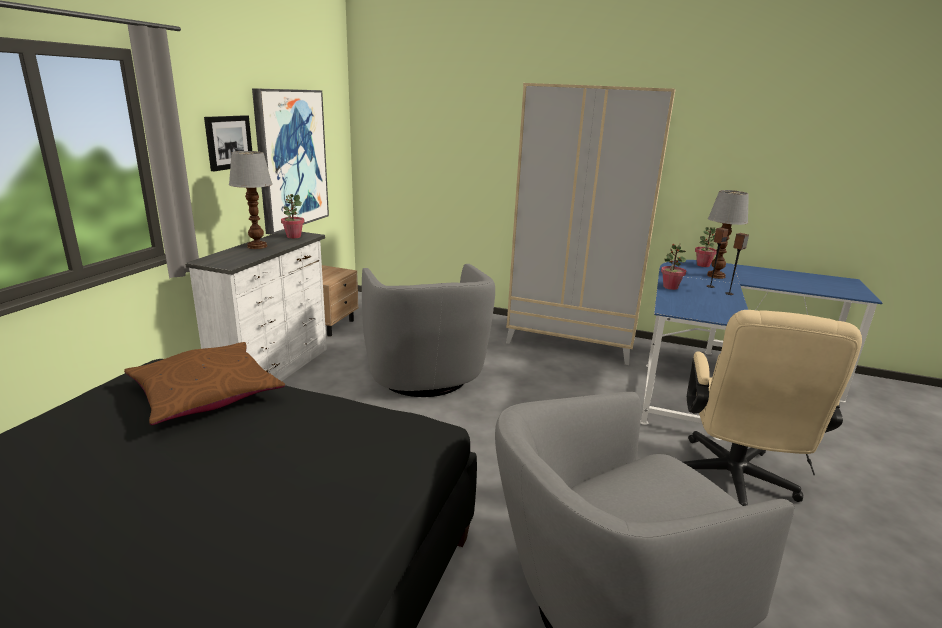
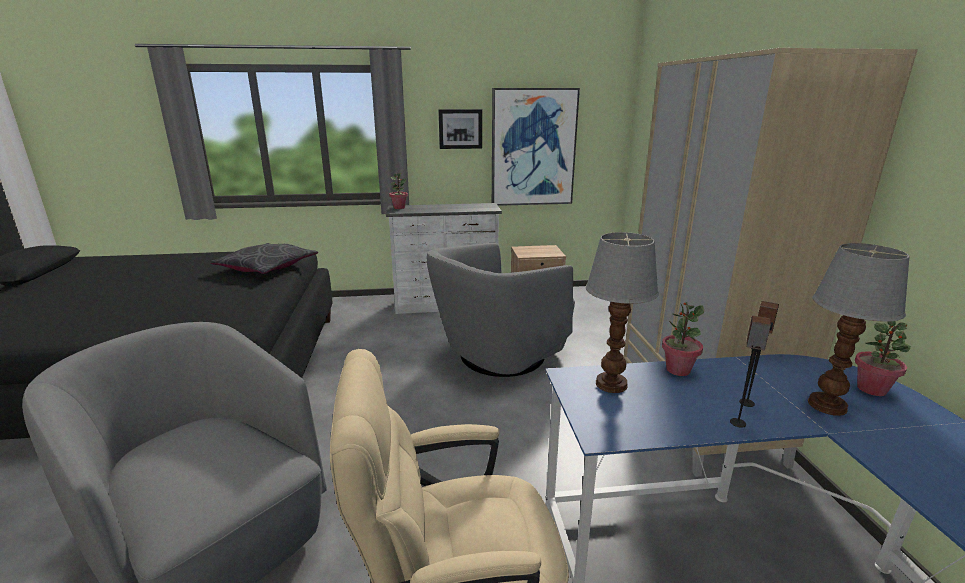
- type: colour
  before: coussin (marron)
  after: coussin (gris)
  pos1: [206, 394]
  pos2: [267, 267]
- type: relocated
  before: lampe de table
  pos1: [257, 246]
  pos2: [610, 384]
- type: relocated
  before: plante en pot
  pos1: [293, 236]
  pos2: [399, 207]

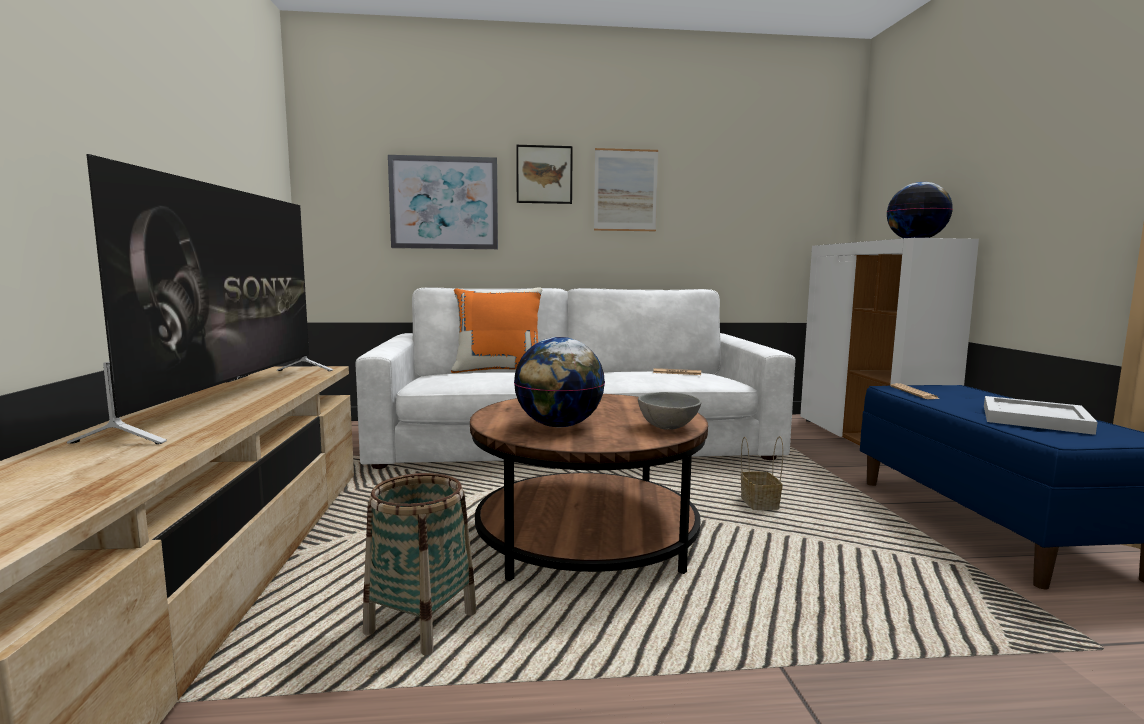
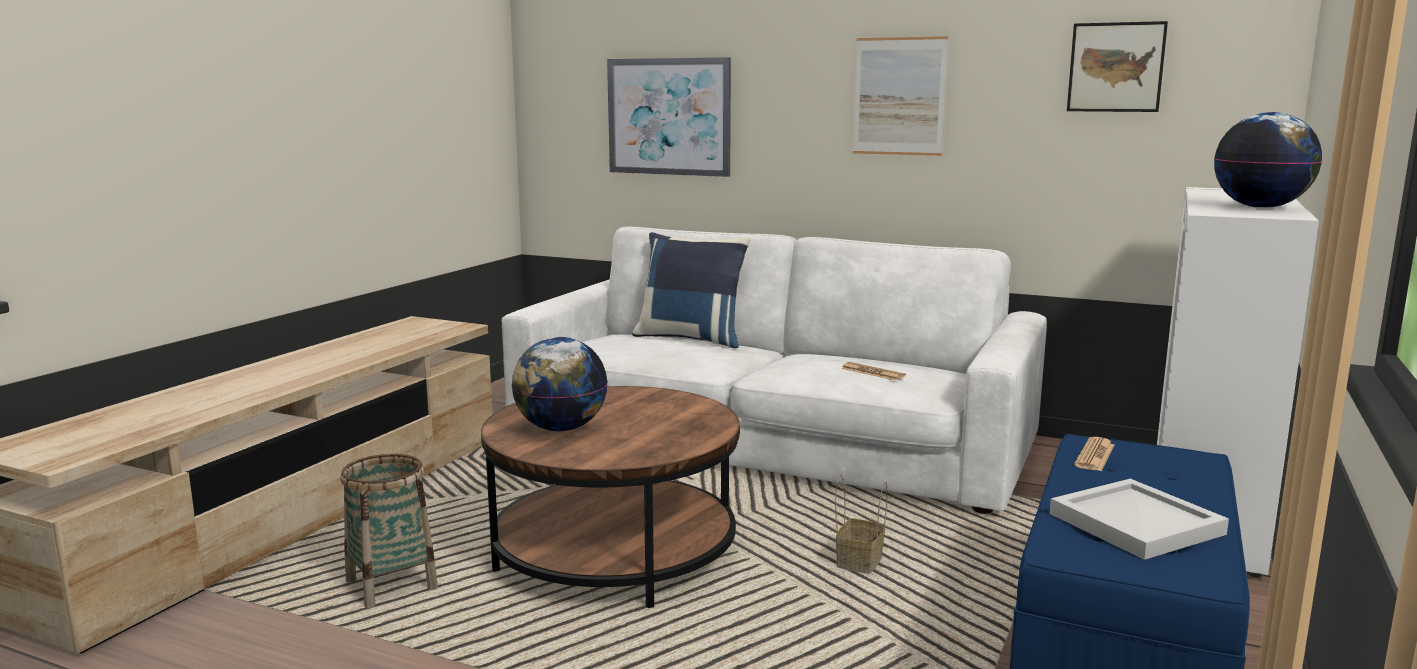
- type: missing
  before: téléviseur
  pos1: [235, 397]
- type: colour
  before: coussin (orange)
  after: coussin (bleu)
  pos1: [499, 370]
  pos2: [692, 338]
- type: relocated
  before: tableau
  pos1: [544, 174]
  pos2: [1116, 67]
- type: missing
  before: bol (gris)
  pos1: [669, 427]

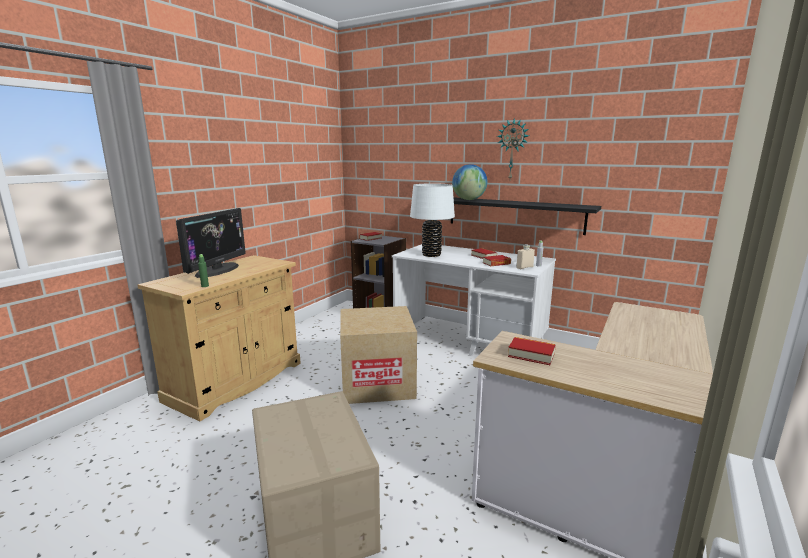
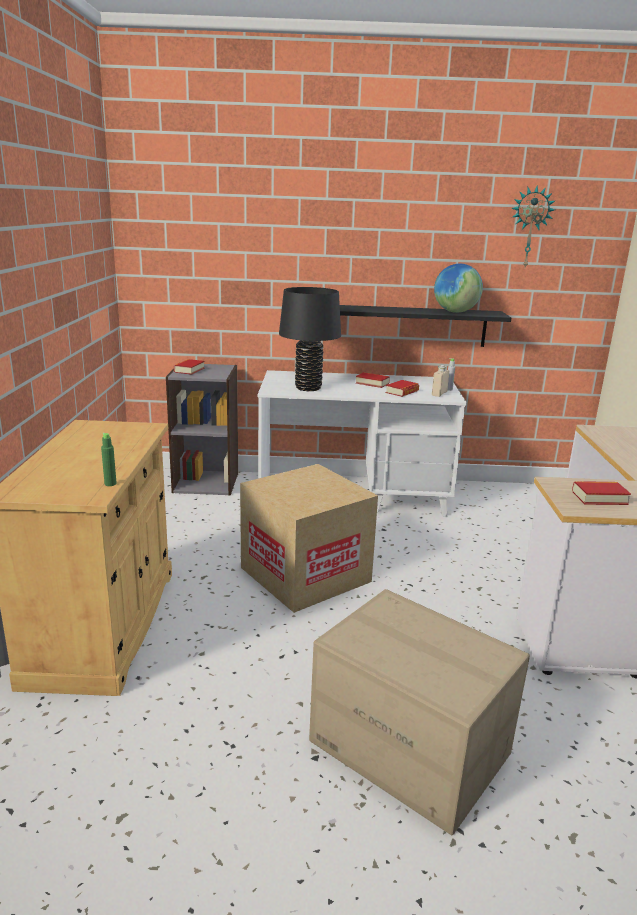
- type: missing
  before: écran d'ordinateur
  pos1: [217, 270]
- type: colour
  before: lampe de table (blanc)
  after: lampe de table (noir)
  pos1: [431, 255]
  pos2: [308, 388]
- type: relocated
  before: globe
  pos1: [469, 200]
  pos2: [455, 312]
- type: relocated
  before: horloge murale
  pos1: [512, 150]
  pos2: [529, 227]

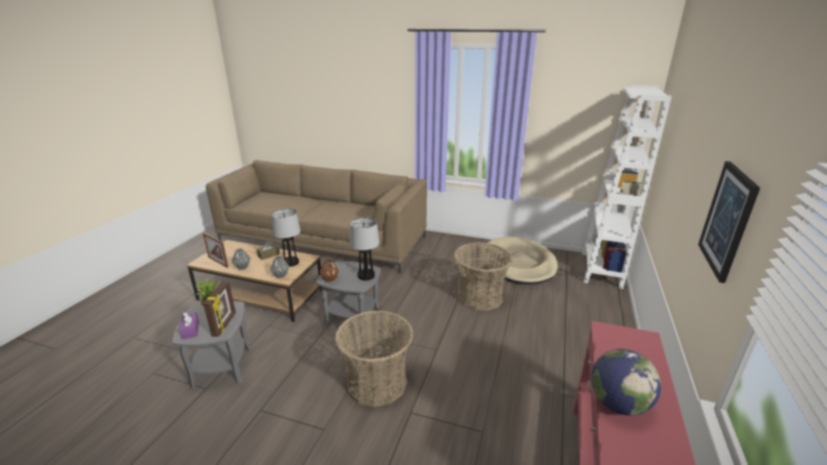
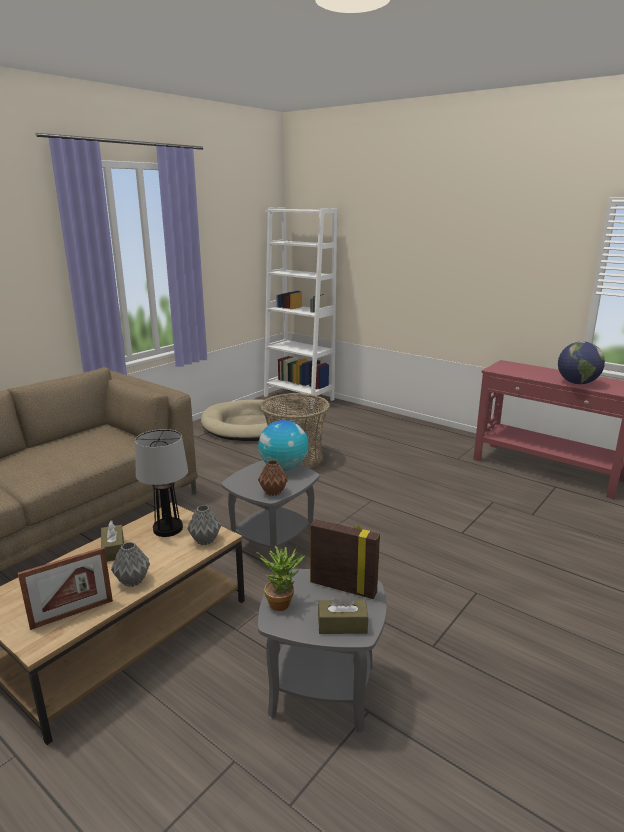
- type: colour
  before: boîte à mouchoirs (violet)
  after: boîte à mouchoirs (marron)
  pos1: [190, 330]
  pos2: [342, 625]
- type: missing
  before: panier
  pos1: [376, 383]
- type: exchanged
  before: lampe de table
  after: globe
  pos1: [366, 275]
  pos2: [284, 467]
- type: missing
  before: tableau
  pos1: [727, 220]

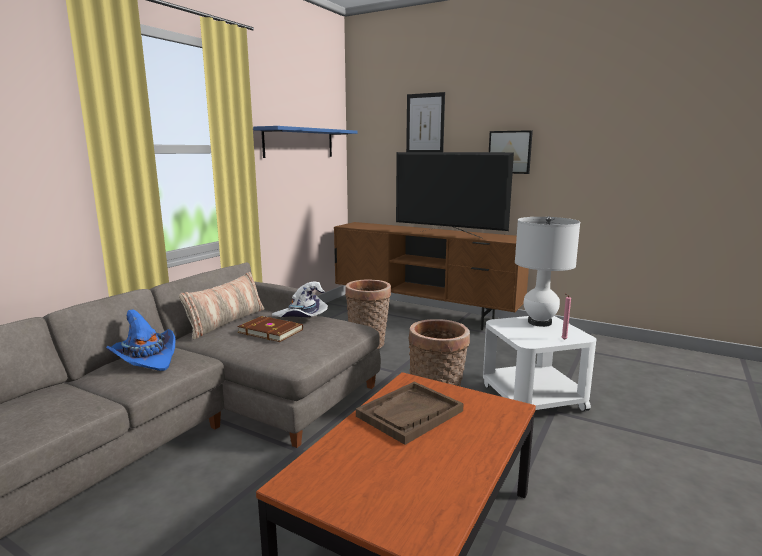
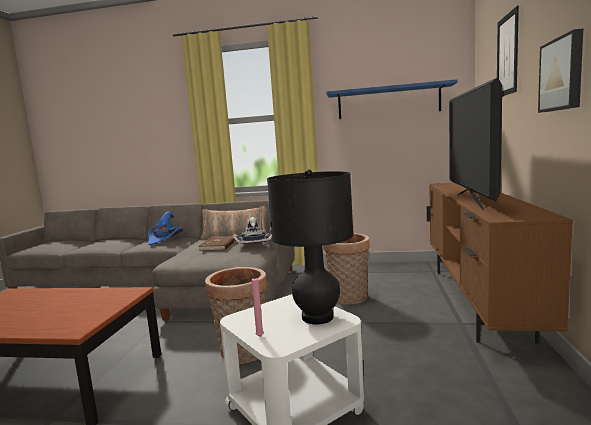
- type: missing
  before: plateau (marron)
  pos1: [409, 414]
- type: colour
  before: lampe de table (blanc)
  after: lampe de table (noir)
  pos1: [539, 322]
  pos2: [317, 317]

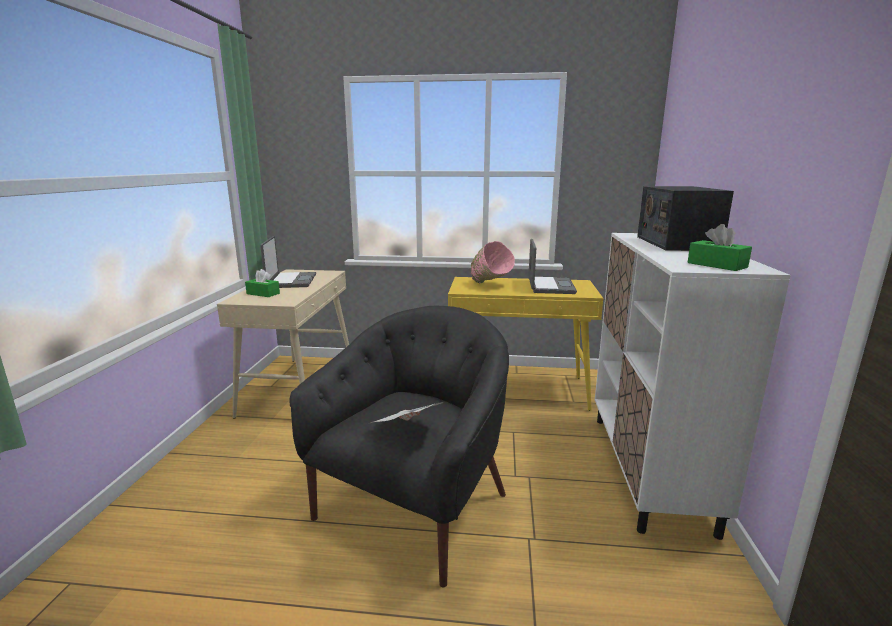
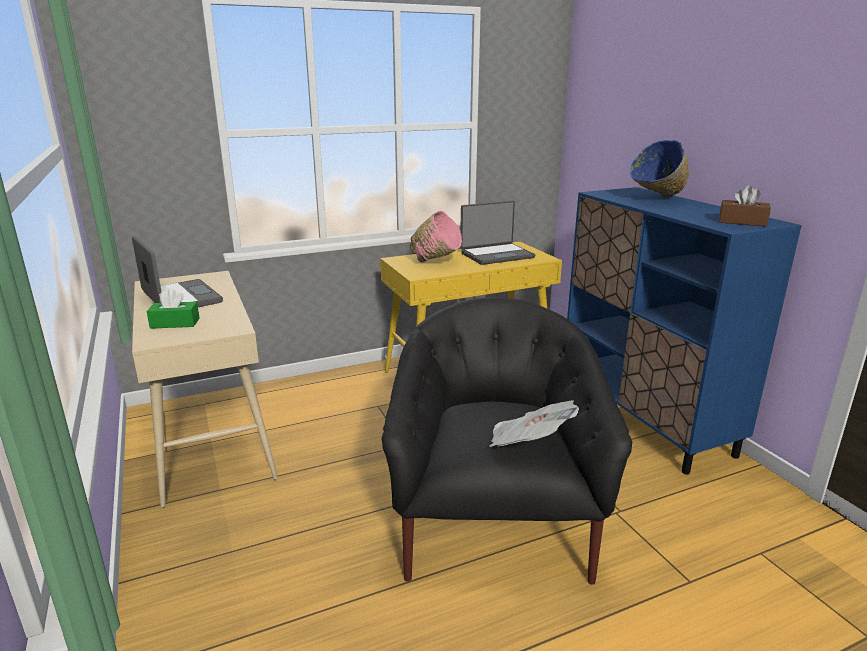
- type: spun
  before: ordinateur portable
  pos1: [549, 286]
  pos2: [496, 255]
  turn: 90
- type: colour
  before: meuble de rangement (blanc)
  after: meuble de rangement (bleu)
  pos1: [648, 469]
  pos2: [645, 418]
- type: exchanged
  before: radio
  after: bol (bleu)
  pos1: [676, 243]
  pos2: [659, 200]
- type: colour
  before: boîte à mouchoirs (vert)
  after: boîte à mouchoirs (marron)
  pos1: [717, 265]
  pos2: [742, 222]

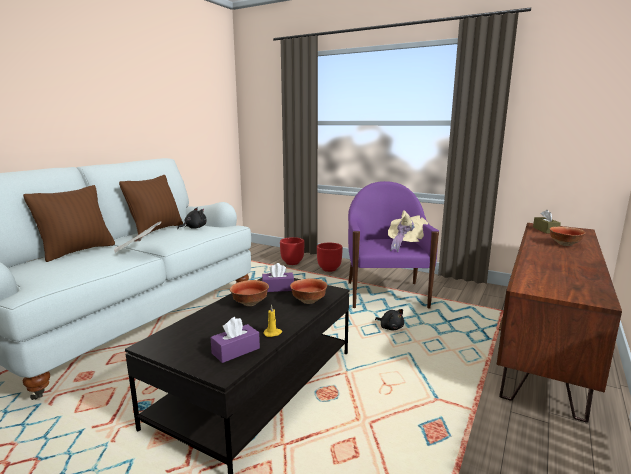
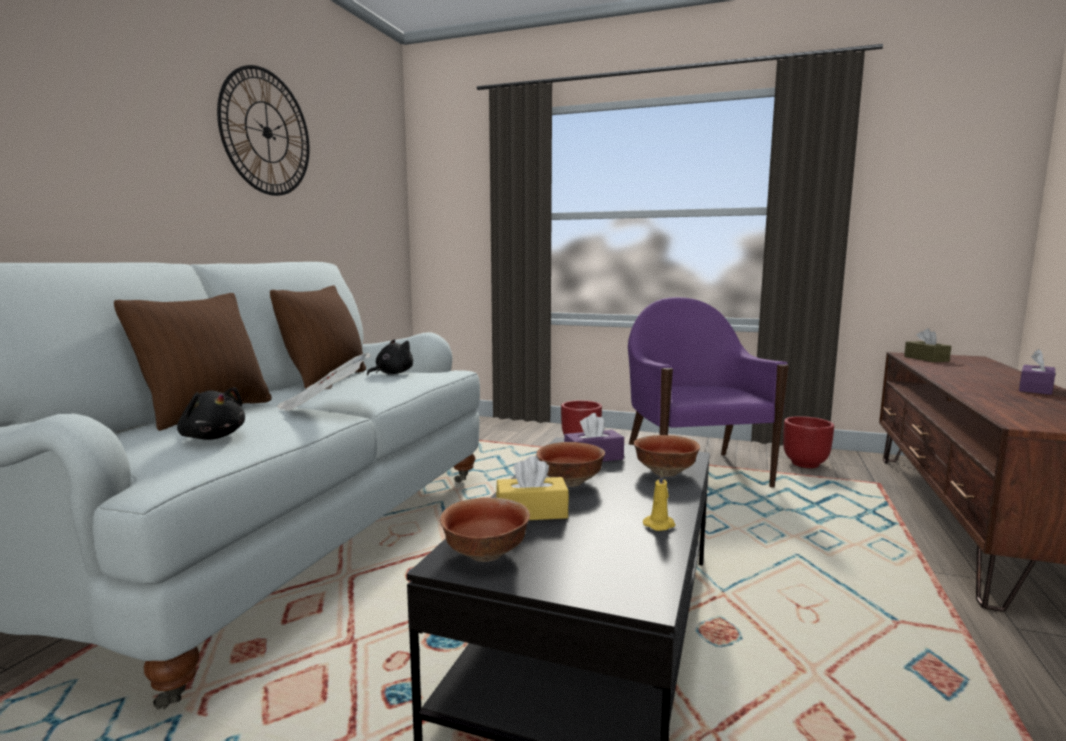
- type: relocated
  before: boîte à mouchoirs (violet)
  pos1: [236, 351]
  pos2: [1035, 389]
- type: relocated
  before: cache-pot (rouge)
  pos1: [292, 263]
  pos2: [805, 464]
- type: relocated
  before: peluche (noir)
  pos1: [390, 327]
  pos2: [212, 437]
- type: missing
  before: chapeau (beige)
  pos1: [404, 244]
- type: relocated
  before: bol
  pos1: [565, 244]
  pos2: [487, 555]
- type: appeared
  after: horloge murale
  pos2: [267, 132]
- type: appeared
  after: boîte à mouchoirs (jaune)
  pos2: [531, 512]

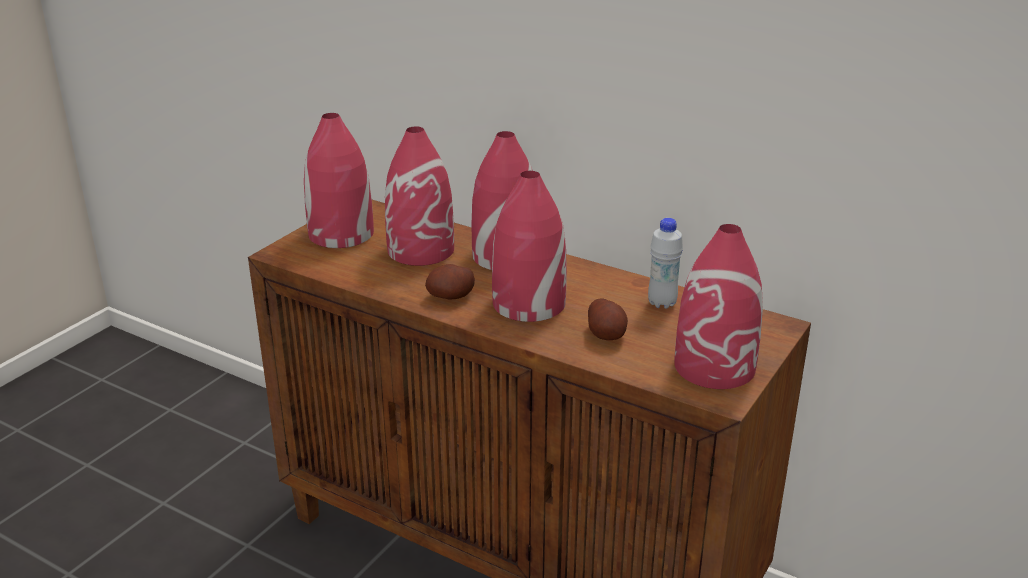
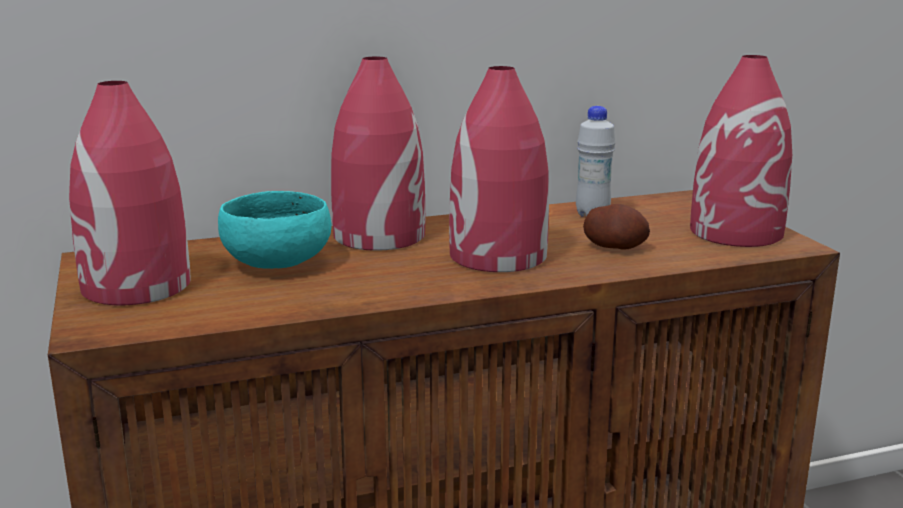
- type: exchanged
  before: vase (rouge)
  after: bol (turquoise)
  pos1: [421, 250]
  pos2: [278, 263]
- type: missing
  before: pomme de terre
  pos1: [451, 296]

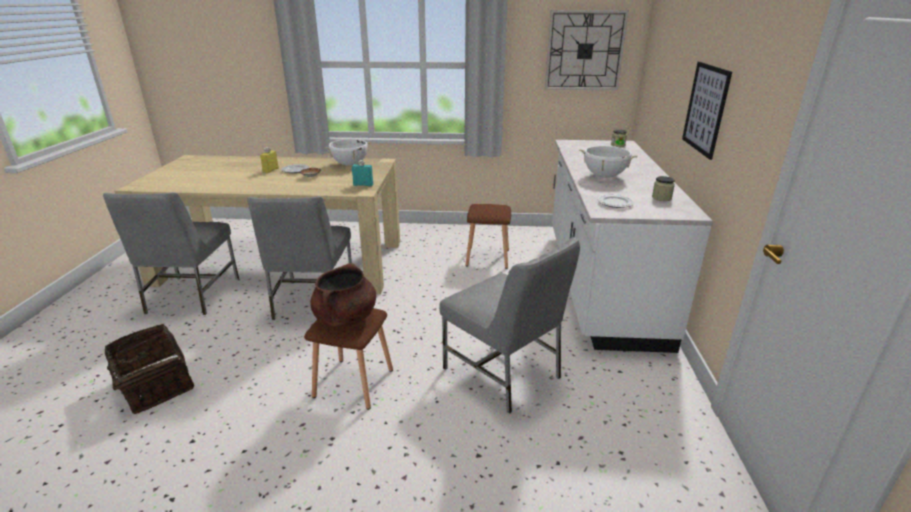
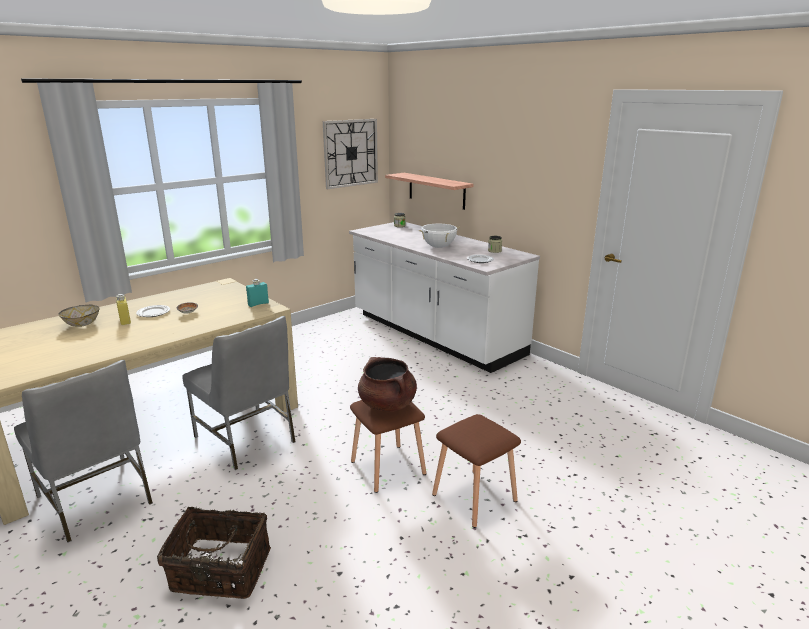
- type: missing
  before: marmite (blanc)
  pos1: [350, 164]
- type: missing
  before: chaise (gris)
  pos1: [503, 373]
- type: relocated
  before: tabouret (marron)
  pos1: [488, 257]
  pos2: [474, 496]
- type: missing
  before: tableau
  pos1: [705, 108]
- type: appeared
  after: bol
  pos2: [81, 324]
- type: appeared
  after: étagère
  pos2: [436, 190]

